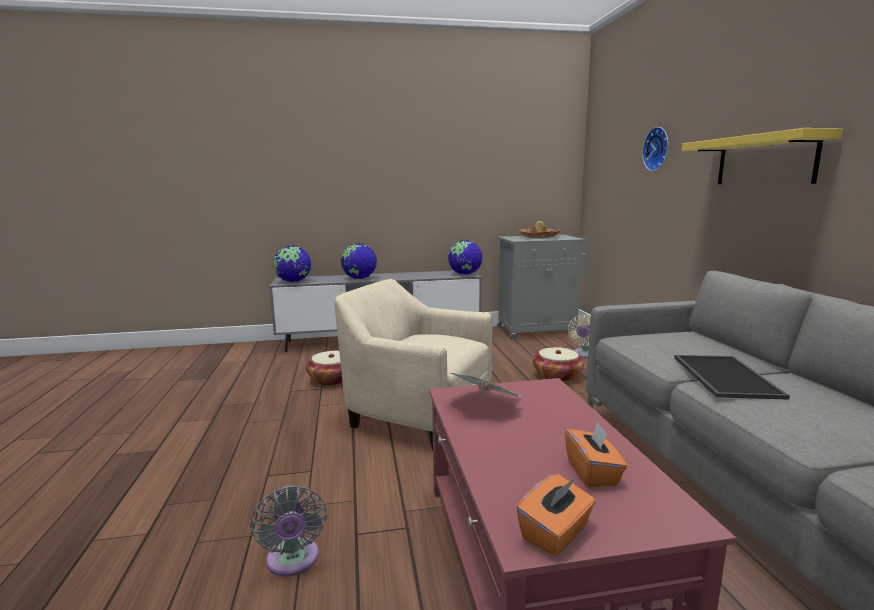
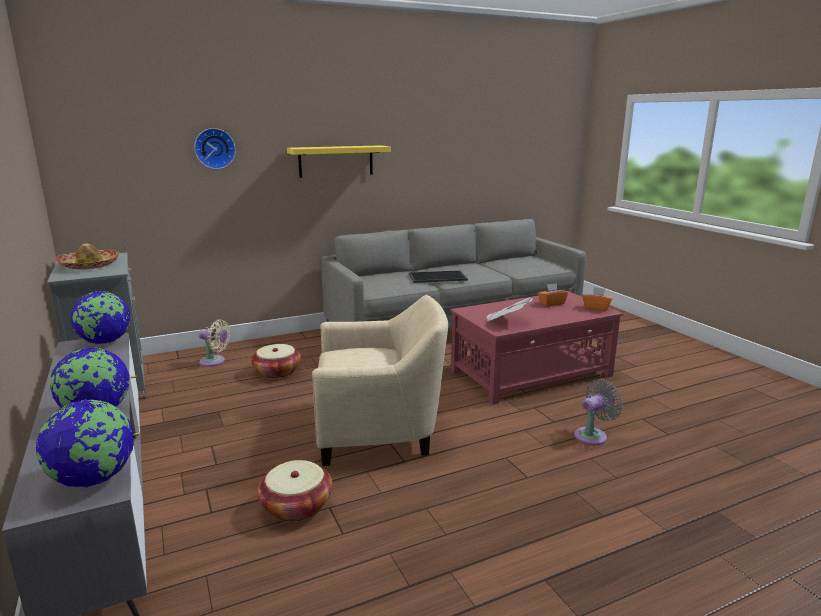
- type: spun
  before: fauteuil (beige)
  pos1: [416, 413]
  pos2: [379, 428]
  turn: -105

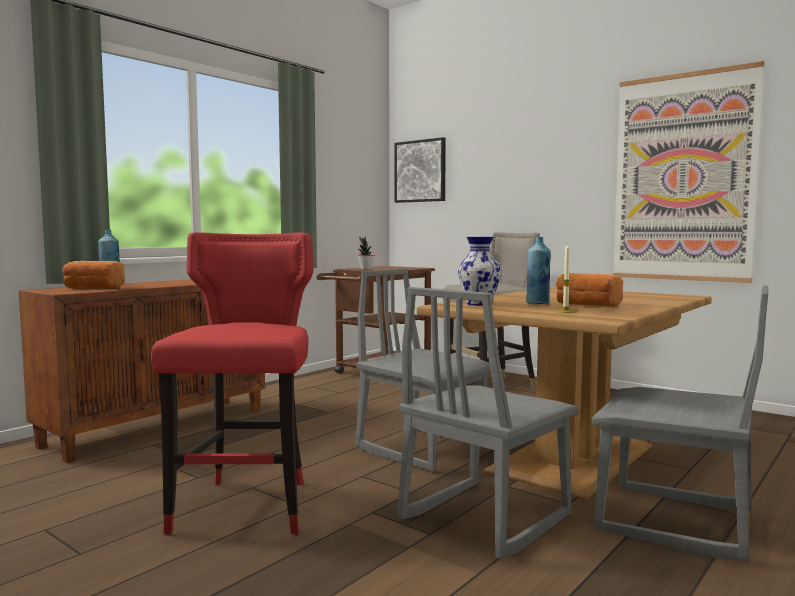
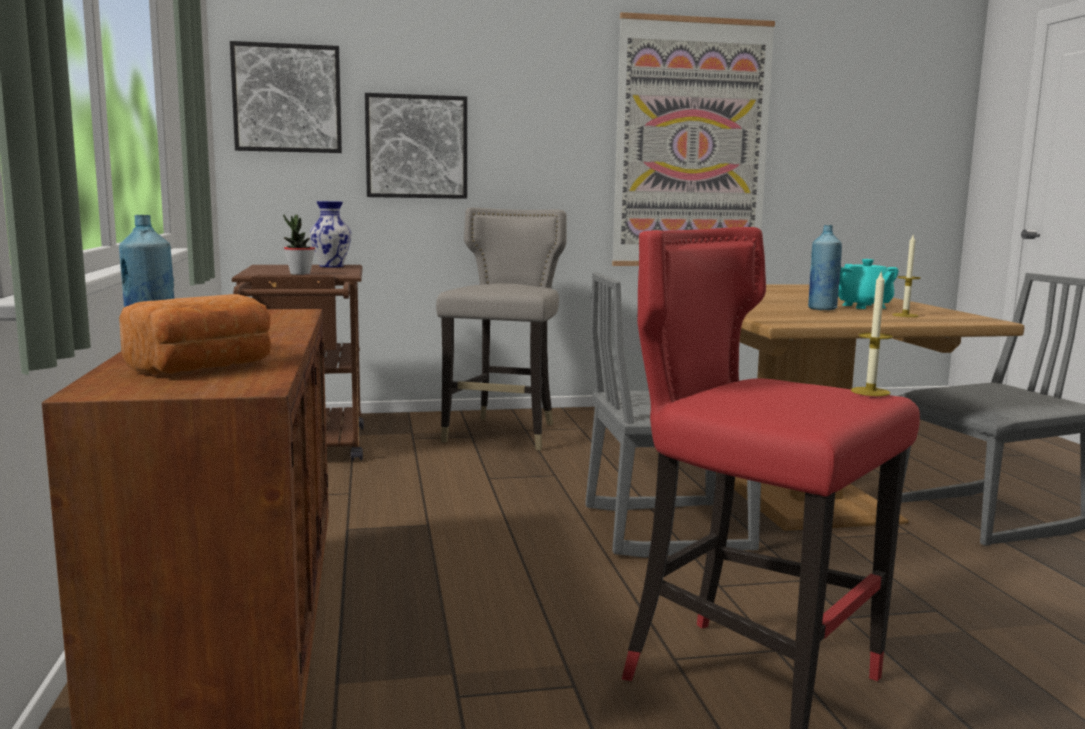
- type: missing
  before: chaise (gris)
  pos1: [483, 518]
- type: relocated
  before: vase
  pos1: [479, 304]
  pos2: [331, 266]
- type: exchanged
  before: pain
  after: théière (turquoise)
  pos1: [586, 305]
  pos2: [864, 306]
- type: appeared
  after: tableau
  pos2: [416, 147]
- type: appeared
  after: bougie
  pos2: [870, 392]

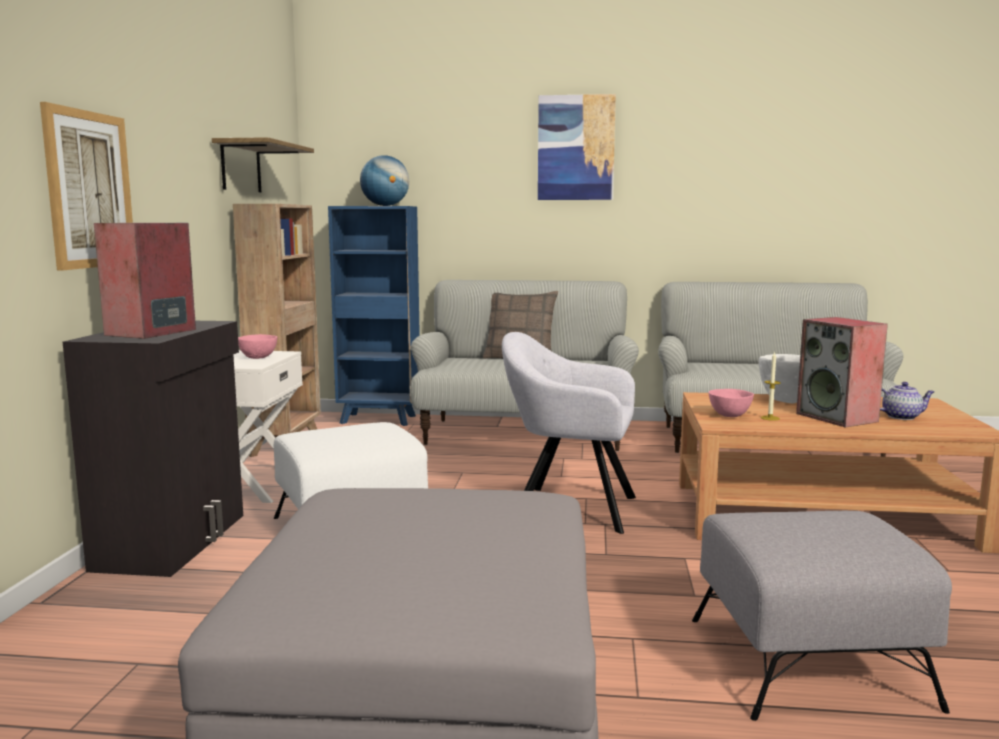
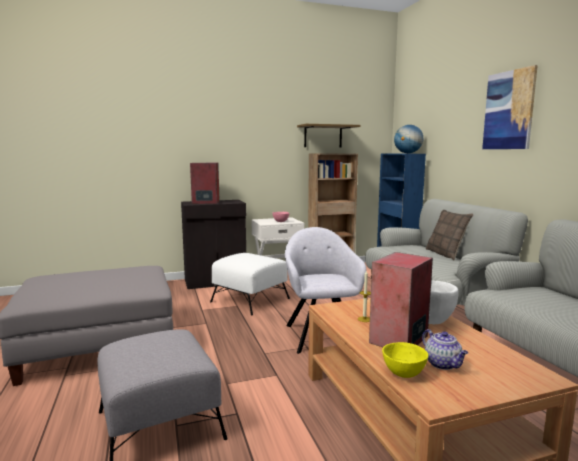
- type: missing
  before: tableau
  pos1: [90, 190]
- type: missing
  before: bol (rose)
  pos1: [729, 416]
- type: appeared
  after: bol (jaune)
  pos2: [403, 374]

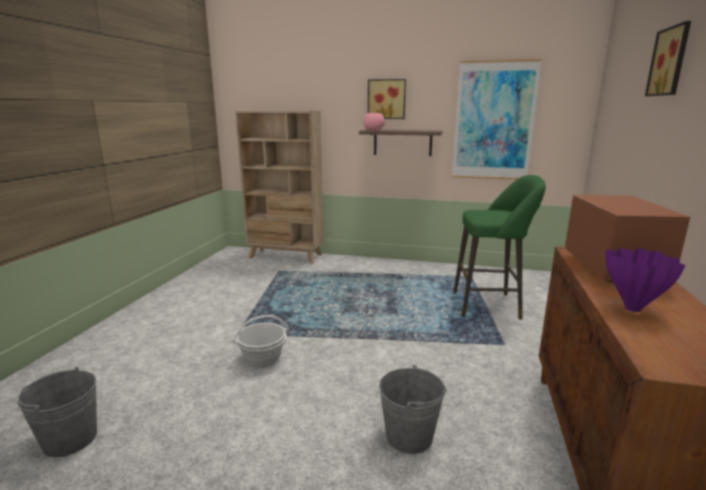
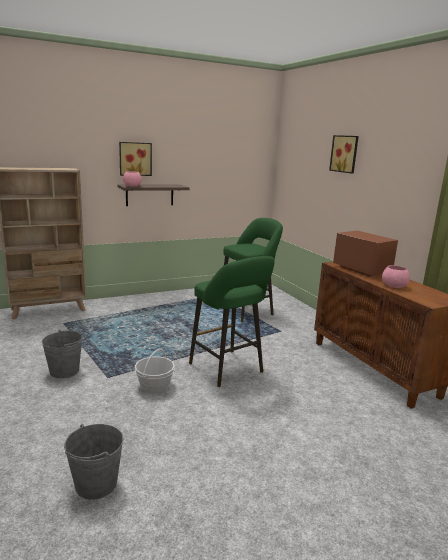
- type: relocated
  before: seau (gris)
  pos1: [409, 436]
  pos2: [64, 371]
- type: missing
  before: tableau
  pos1: [494, 121]
- type: exchanged
  before: vase (violet)
  after: bol (rose)
  pos1: [634, 309]
  pos2: [394, 286]
- type: appeared
  after: tabouret (vert)
  pos2: [228, 369]

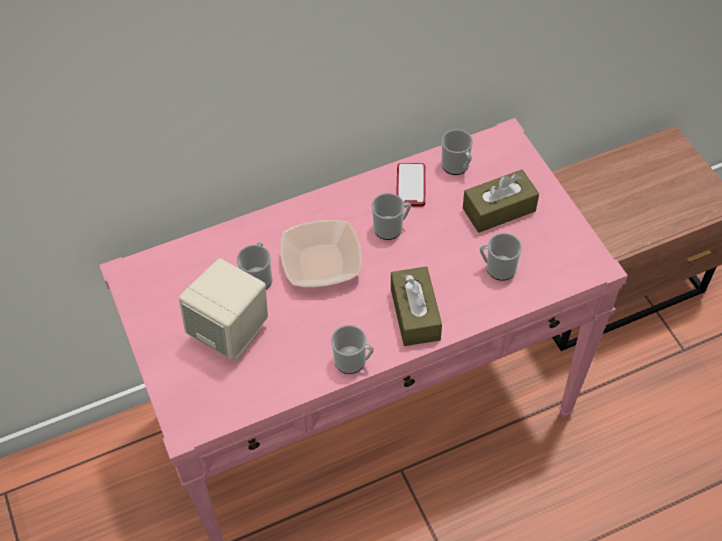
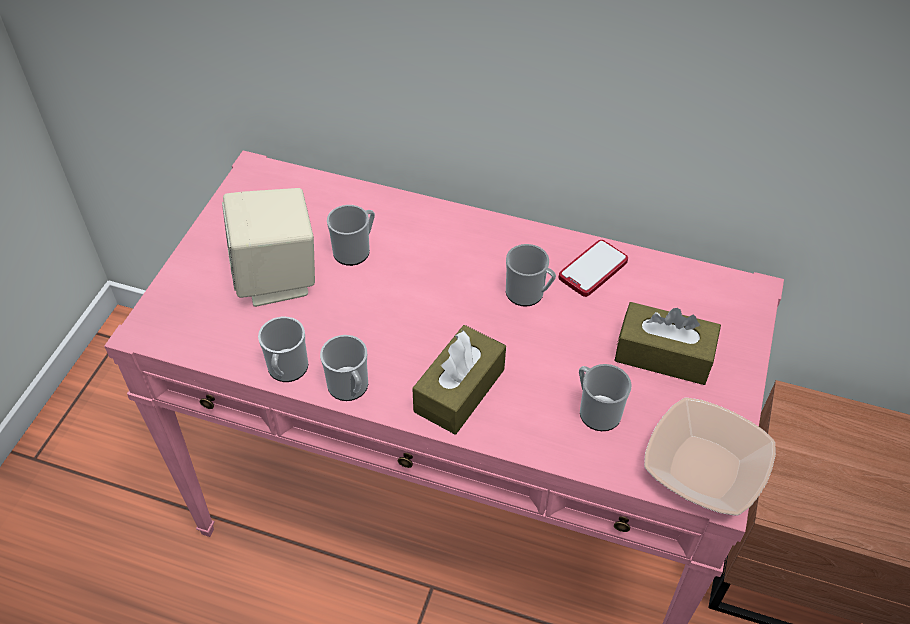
- type: relocated
  before: bol
  pos1: [321, 263]
  pos2: [704, 468]
- type: relocated
  before: mug
  pos1: [457, 166]
  pos2: [286, 370]

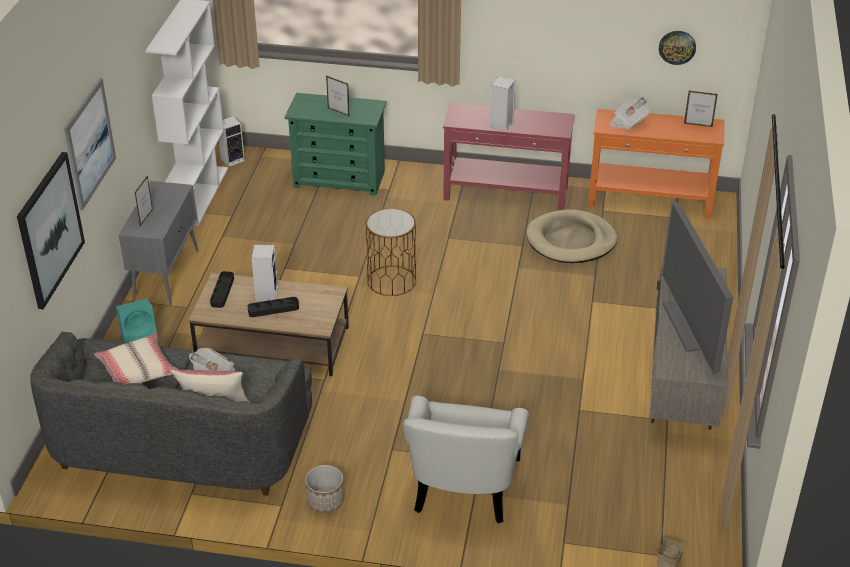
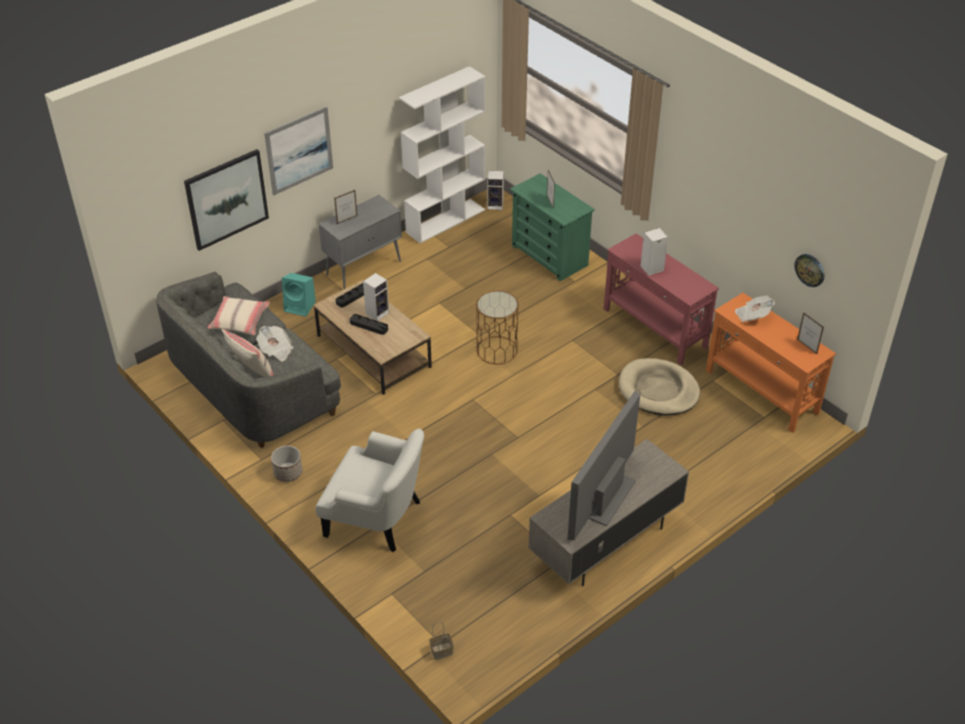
- type: spun
  before: fauteuil (blanc)
  pos1: [464, 486]
  pos2: [376, 517]
  turn: -120

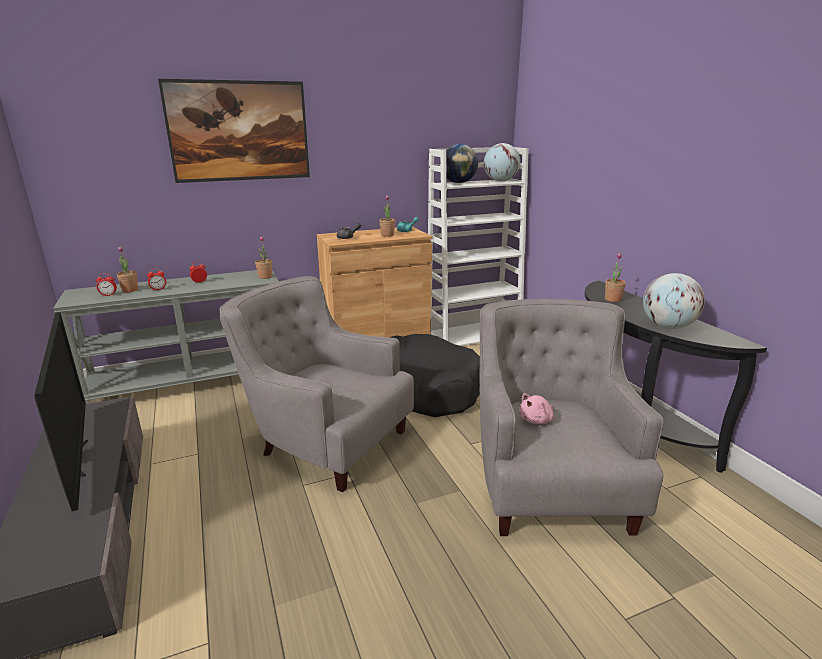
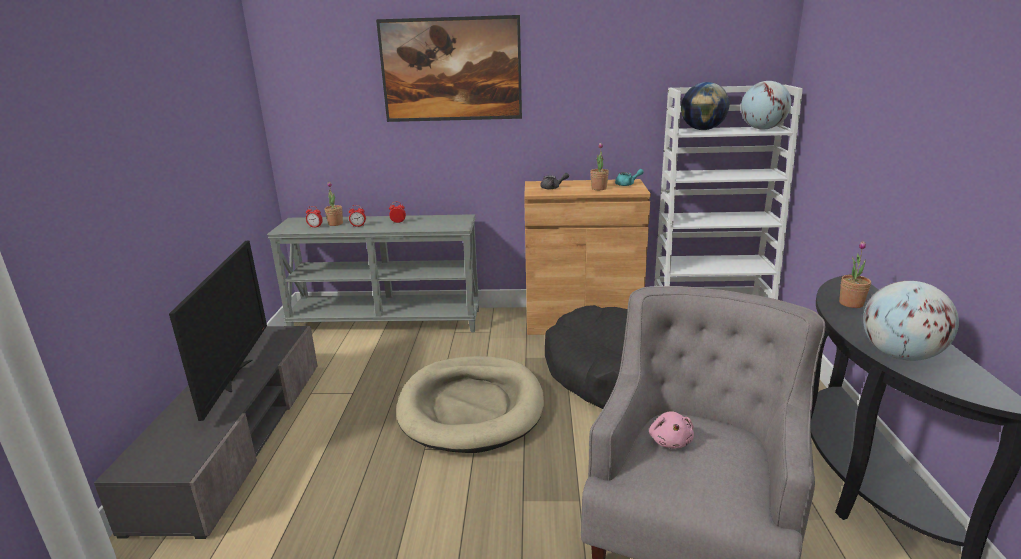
- type: exchanged
  before: fauteuil (gris)
  after: panier pour chien (beige)
  pos1: [324, 440]
  pos2: [471, 407]
- type: missing
  before: plante en pot
  pos1: [265, 277]
- type: spun
  before: peluche (rose)
  pos1: [536, 420]
  pos2: [670, 441]
  turn: -75

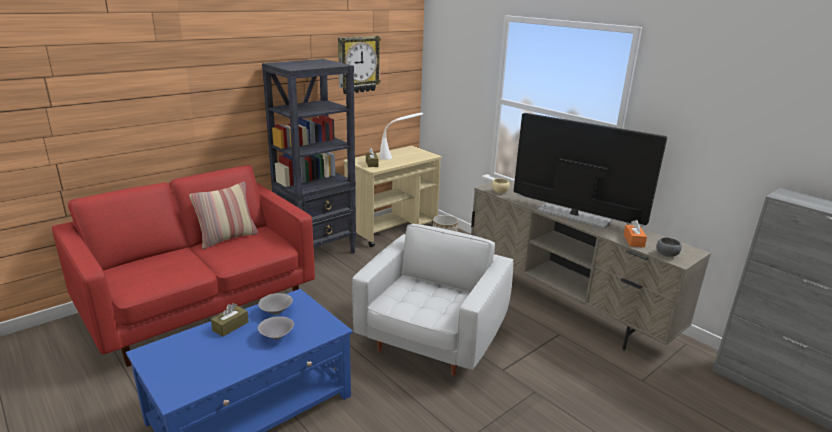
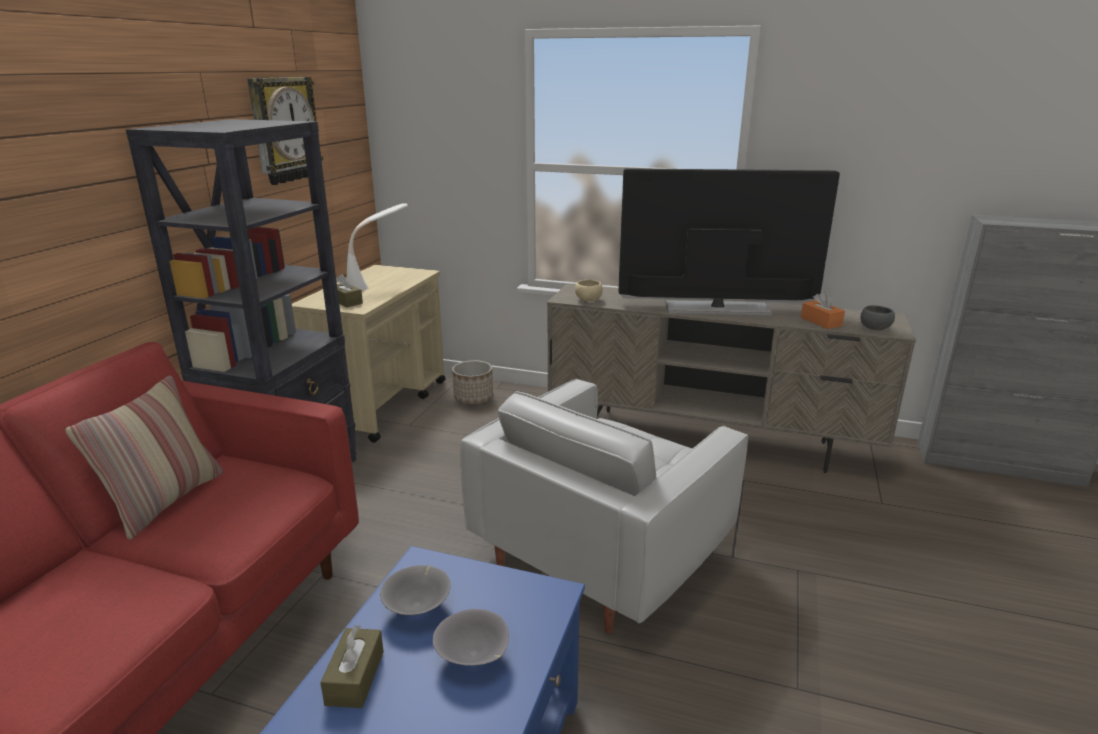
- type: spun
  before: fauteuil (blanc)
  pos1: [432, 340]
  pos2: [603, 552]
  turn: -135

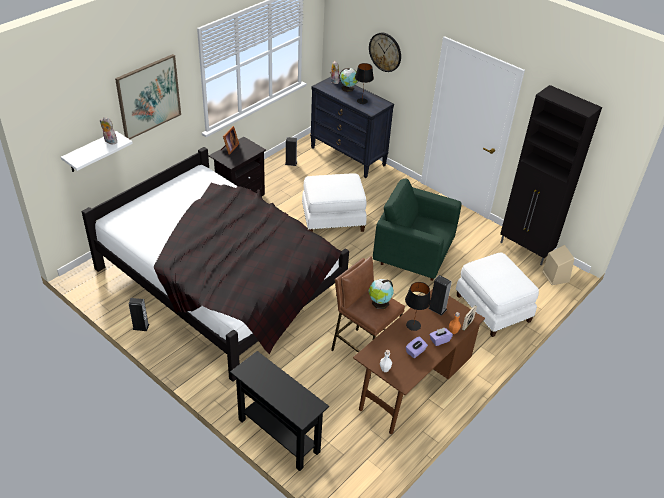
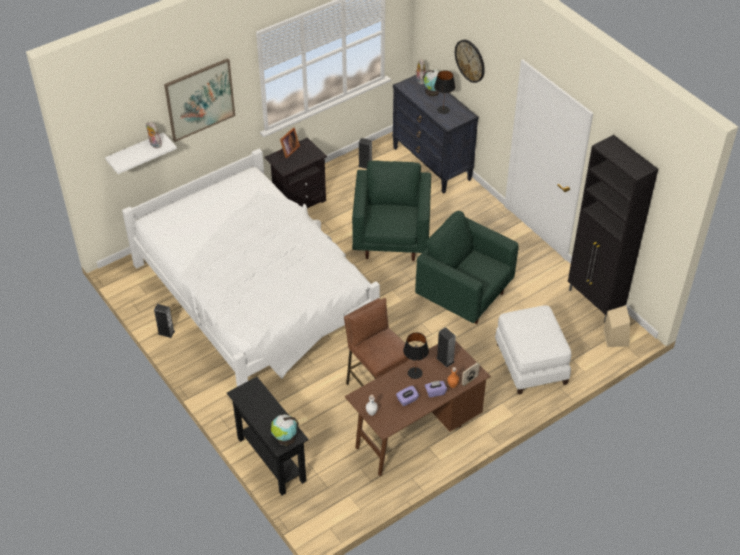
- type: colour
  before: lit (noir)
  after: lit (blanc)
  pos1: [221, 282]
  pos2: [255, 295]
- type: exchanged
  before: pouf (blanc)
  after: fauteuil (vert)
  pos1: [333, 219]
  pos2: [391, 239]
- type: relocated
  before: globe
  pos1: [379, 303]
  pos2: [285, 438]

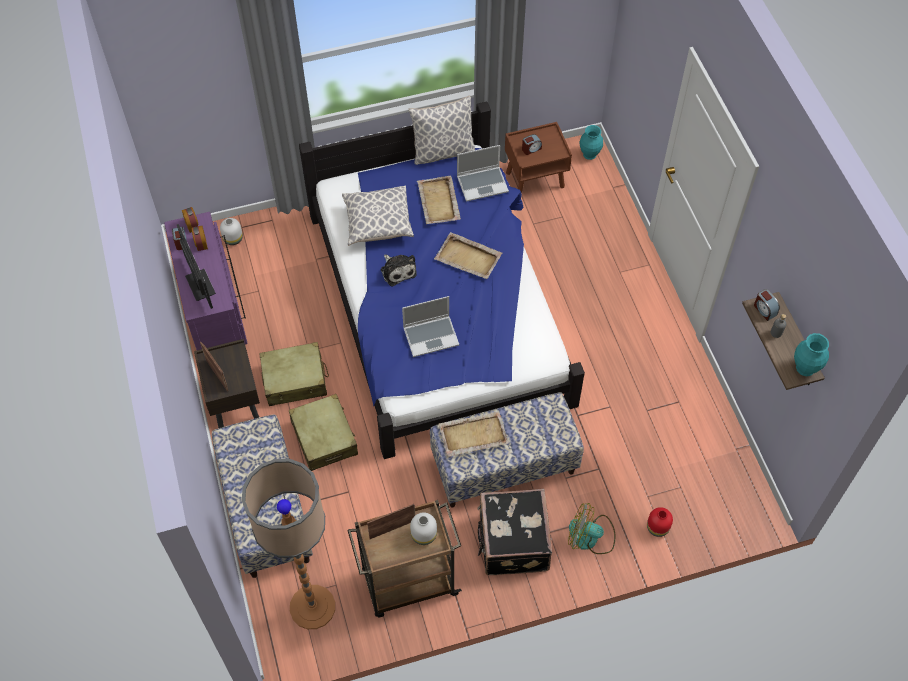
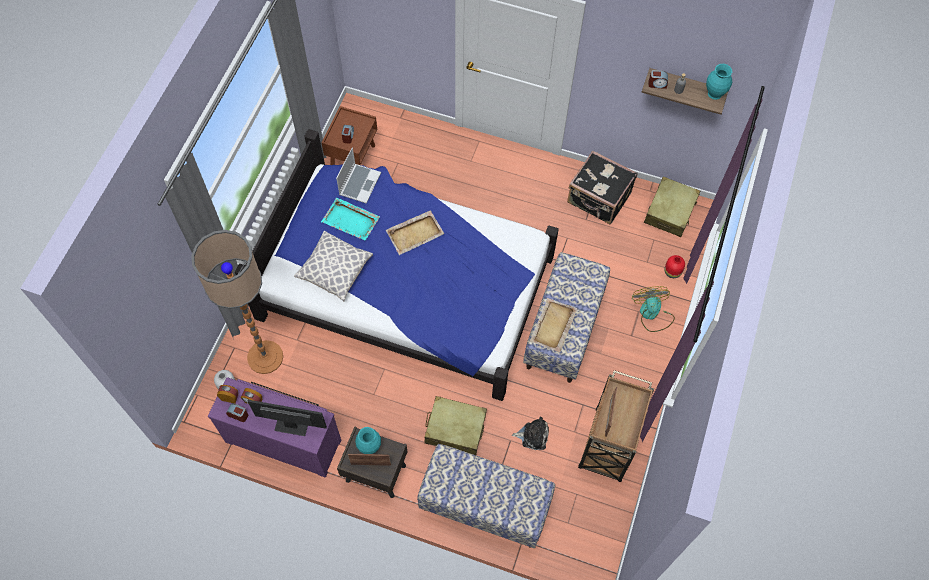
- type: relocated
  before: lampadaire
  pos1: [312, 607]
  pos2: [265, 357]
- type: relocated
  before: valise (beige)
  pos1: [295, 380]
  pos2: [670, 212]
- type: relocated
  before: peluche
  pos1: [397, 271]
  pos2: [533, 435]
- type: missing
  before: ordinateur portable
  pos1: [431, 336]
- type: missing
  before: coussin
  pos1: [442, 151]
- type: missing
  before: vase (blanc)
  pos1: [423, 535]
- type: colour
  before: plateau (beige)
  after: plateau (turquoise)
  pos1: [438, 202]
  pos2: [351, 220]
- type: relocated
  before: valise (noir)
  pos1: [512, 543]
  pos2: [598, 199]
- type: spun
  before: ventilateur
  pos1: [590, 537]
  pos2: [652, 314]
  turn: 120
- type: relocated
  before: vase (turquoise)
  pos1: [589, 154]
  pos2: [369, 447]

